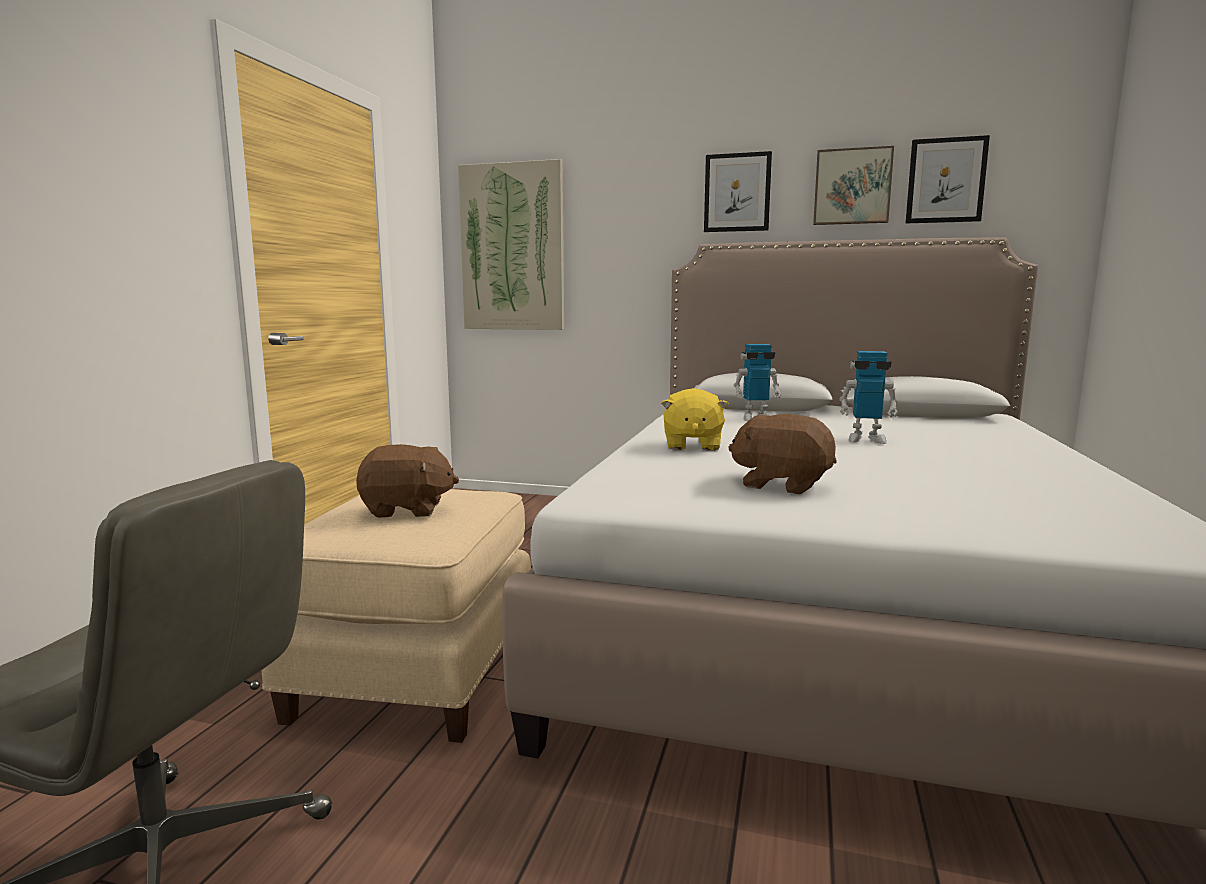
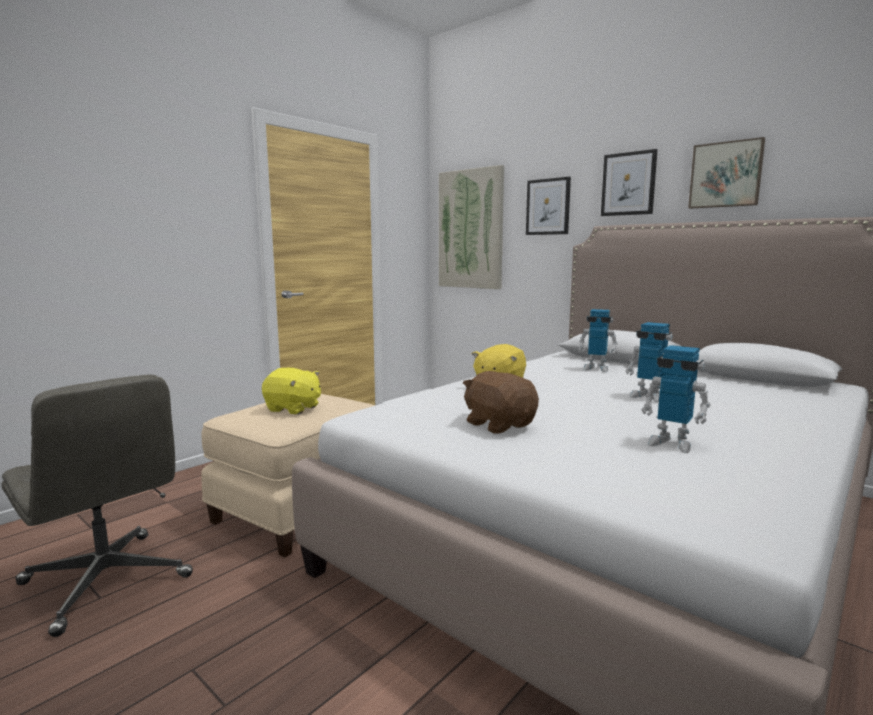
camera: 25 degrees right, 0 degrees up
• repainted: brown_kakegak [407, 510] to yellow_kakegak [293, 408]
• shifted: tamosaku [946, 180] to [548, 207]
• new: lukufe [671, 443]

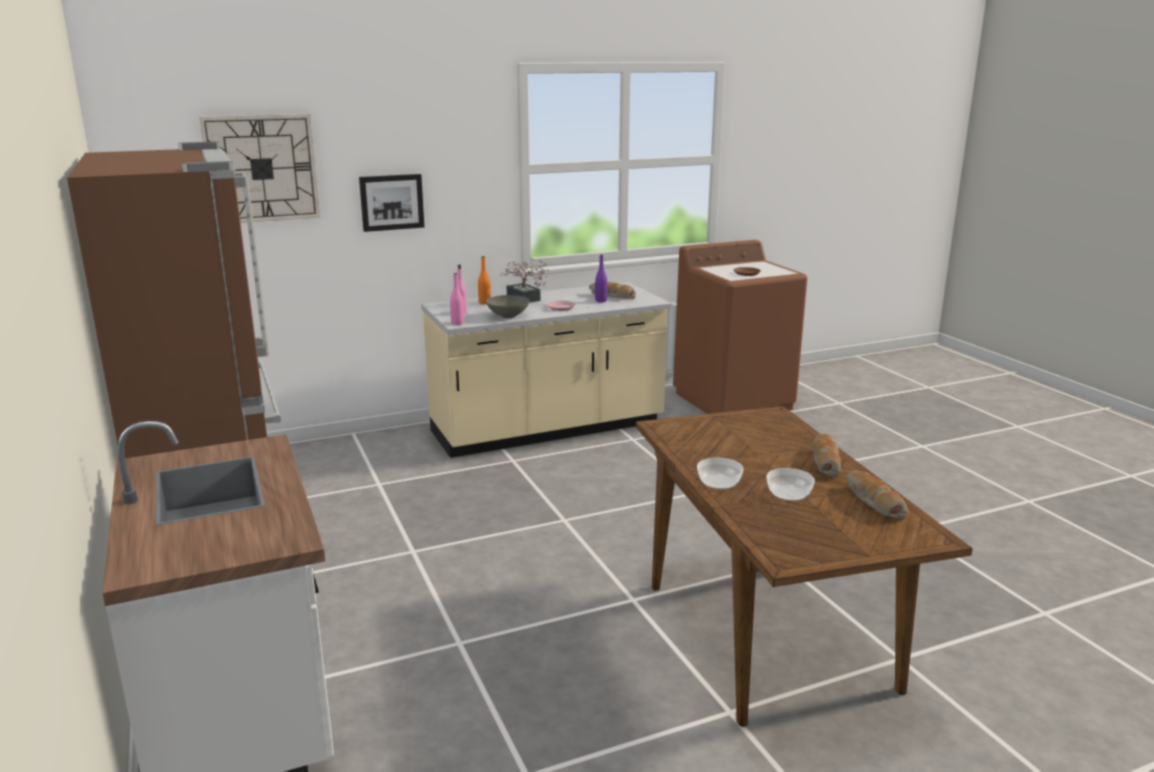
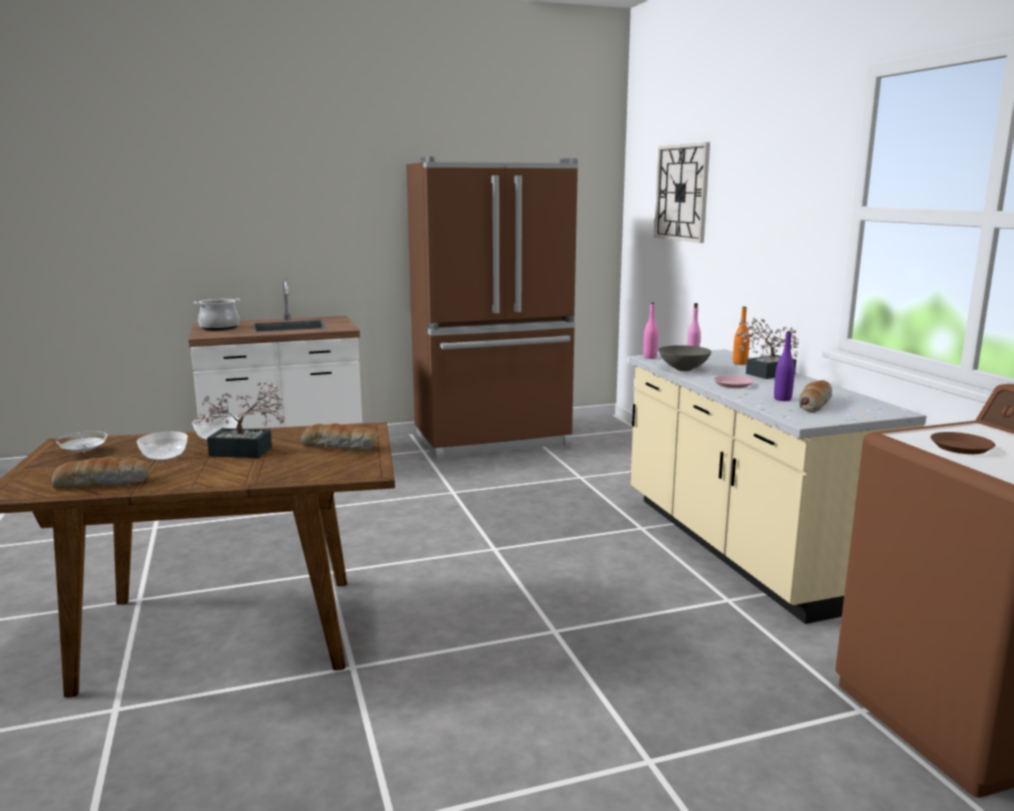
camera: 95 degrees right, 5 degrees down
• gone: tamosaku [391, 202]
• shifted: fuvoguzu [824, 462] to [341, 446]
• new: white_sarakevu [84, 452]
• new: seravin [219, 327]
• new: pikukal [247, 452]

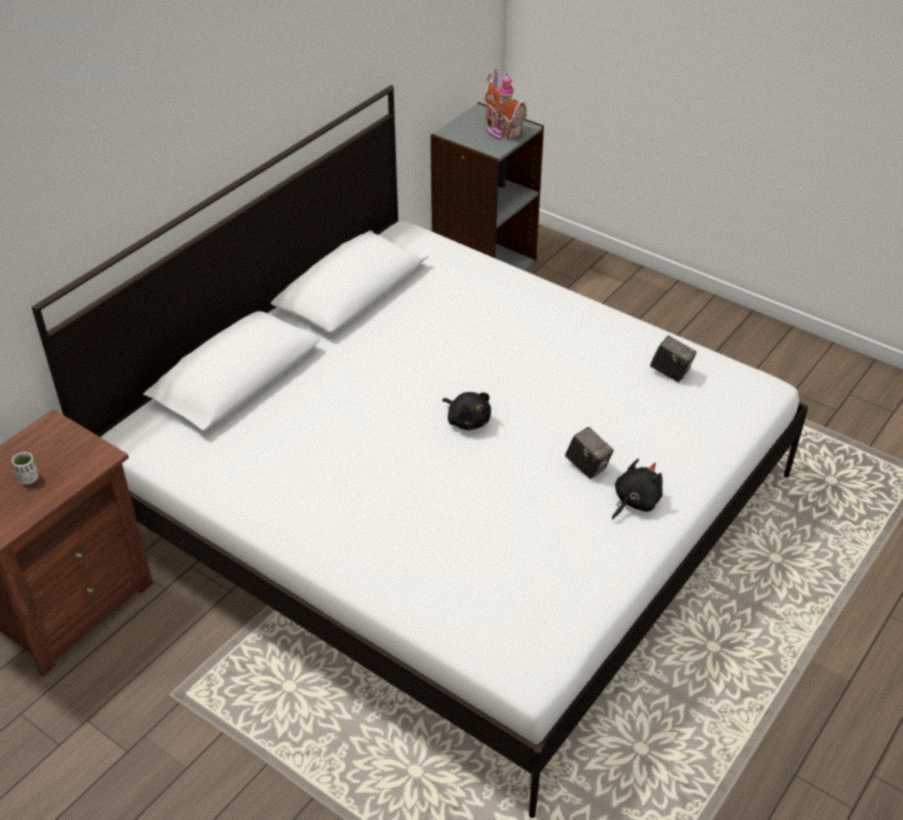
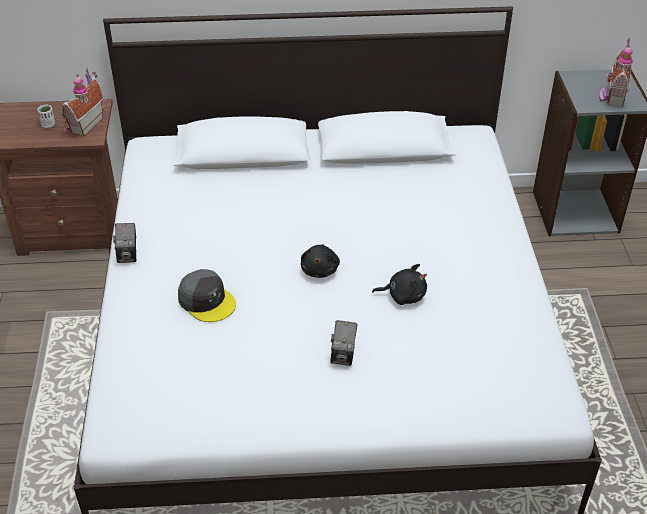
camera: 50 degrees right, 0 degrees up
• shifted: black_kakegak [634, 501] to [403, 295]
• shifted: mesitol [670, 372] to [128, 255]
• new: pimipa [83, 125]
• new: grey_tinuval [207, 301]

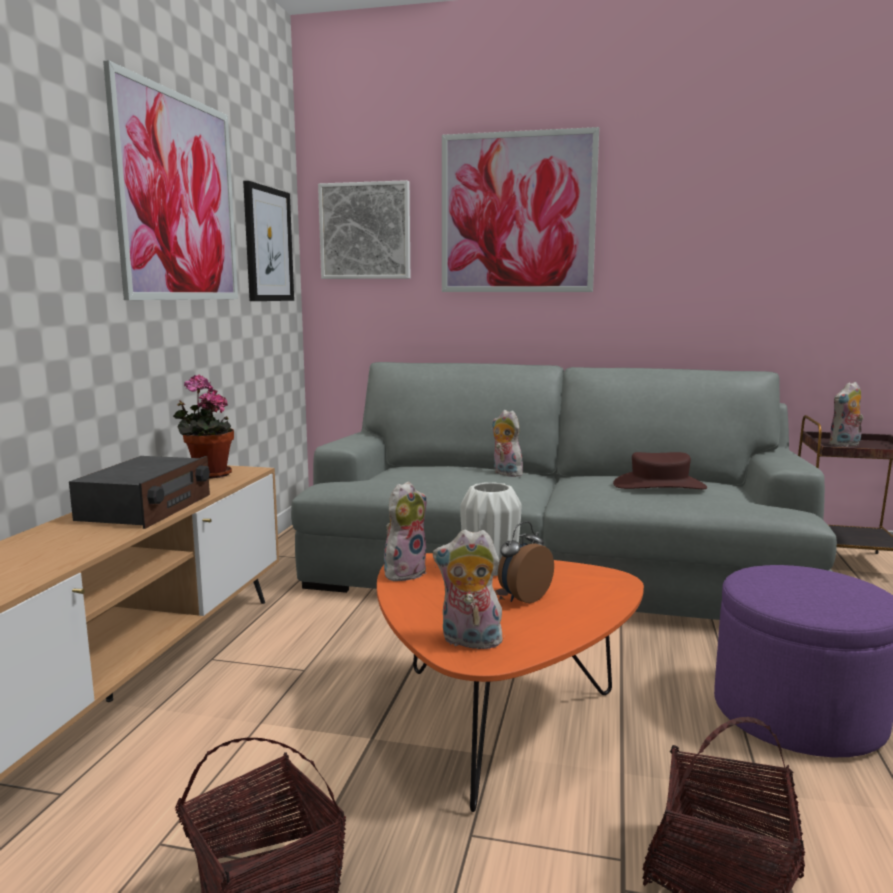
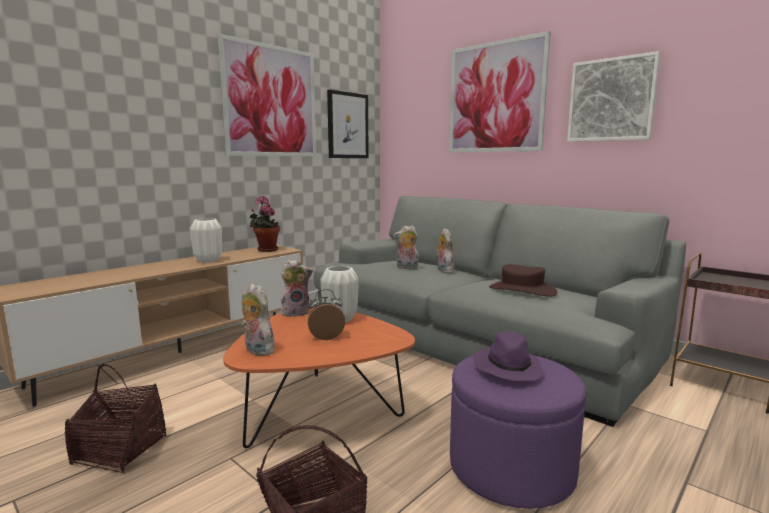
camera: 30 degrees right, 0 degrees up
• swapped: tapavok [146, 508] to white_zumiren [208, 260]
• shifted: tamosaku [365, 231] to [611, 100]
• shifted: kakegak [845, 445] to [406, 268]
• new: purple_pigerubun [507, 368]

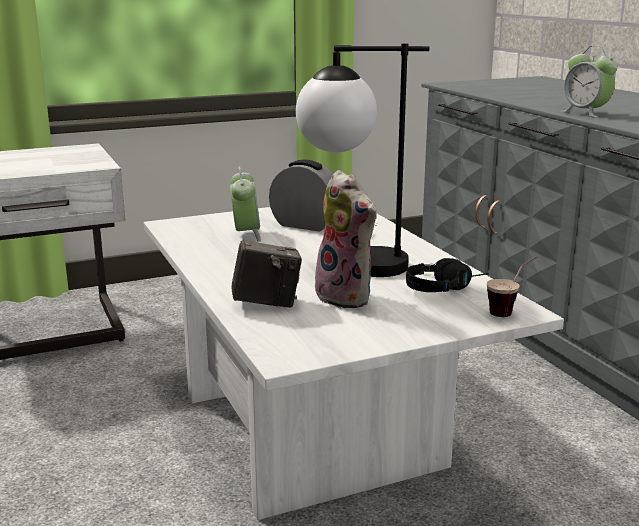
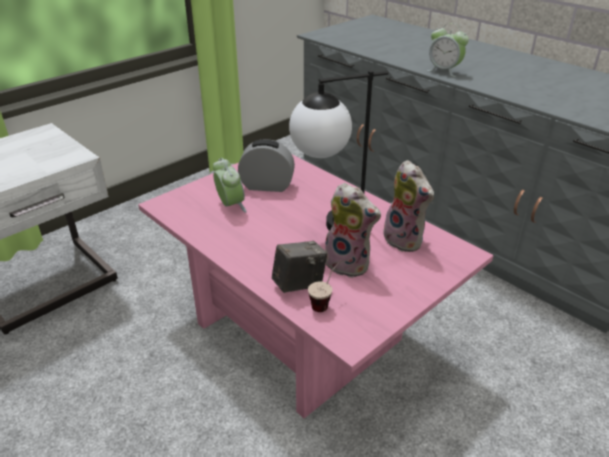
camera: 20 degrees left, 15 degrees up
• repainted: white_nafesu [319, 430] to pink_nafesu [304, 330]
• swapped: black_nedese [445, 288] to kakegak [406, 240]
• shifted: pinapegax [510, 311] to [325, 302]

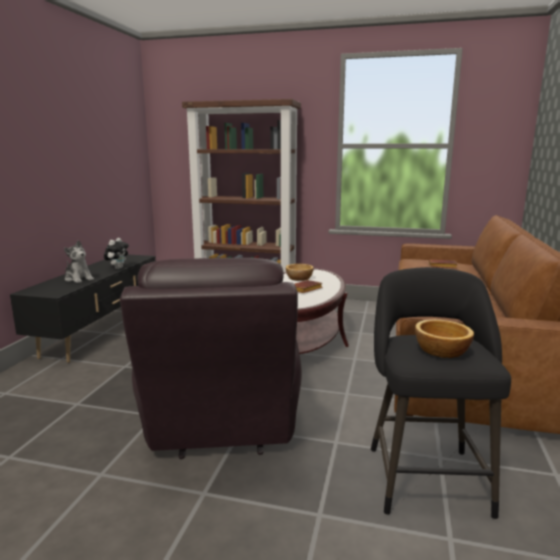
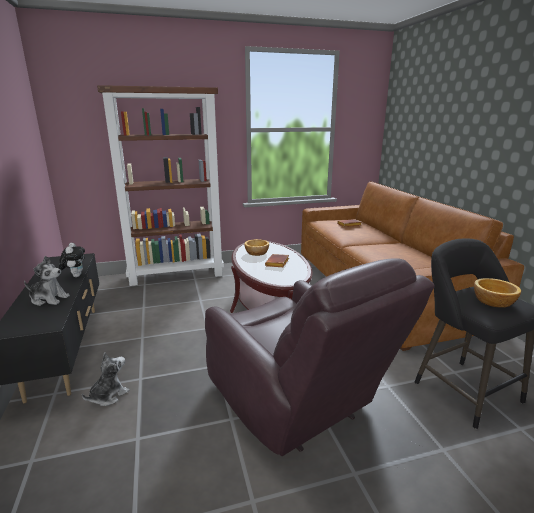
camera: 30 degrees left, 5 degrees up
• new: kakegak [108, 395]

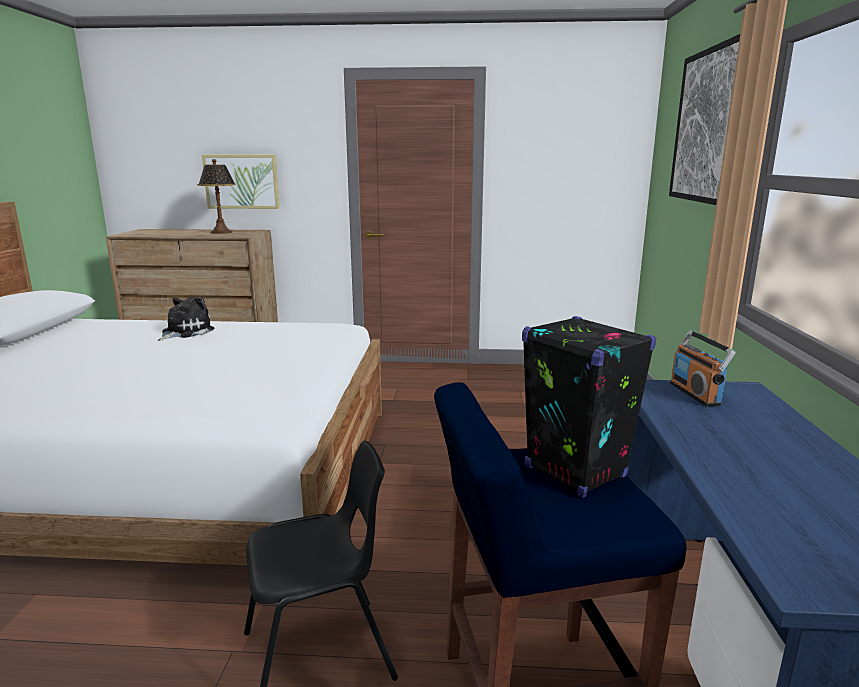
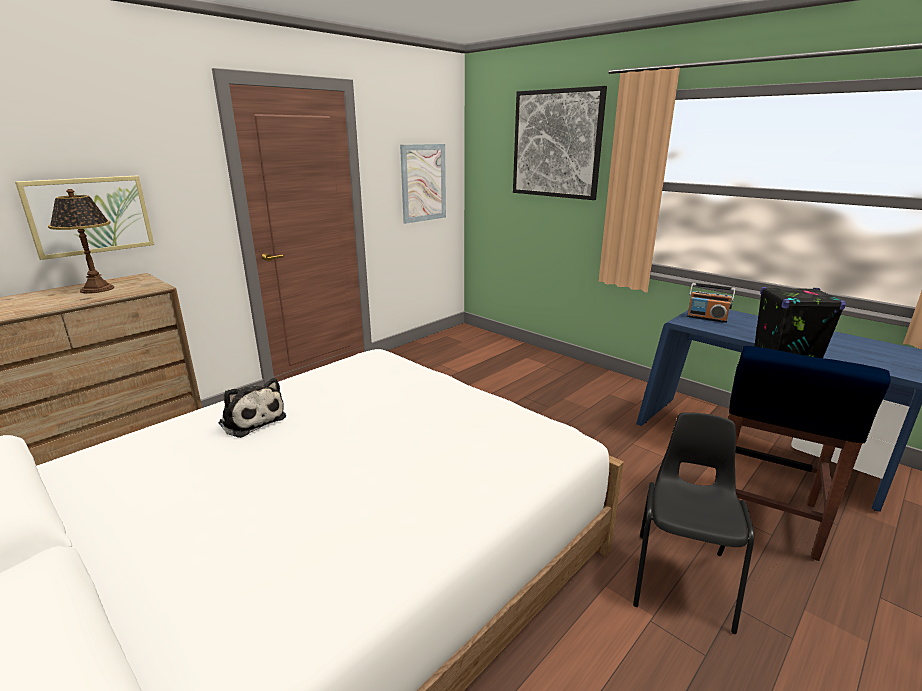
camera: 50 degrees left, 5 degrees up
• rotated: kakegak [185, 332] = [251, 420] 150 degrees clockwise
• new: tamosaku [423, 183]

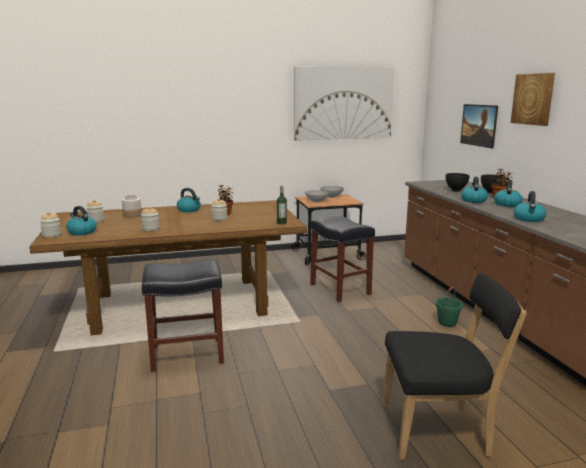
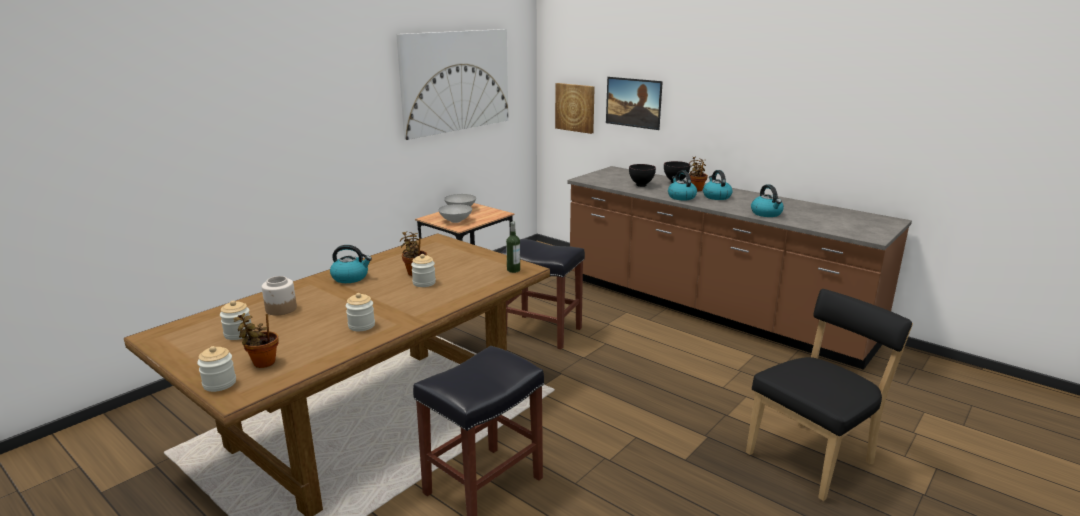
camera: 35 degrees left, 5 degrees up
• swapped: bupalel [81, 232] to pikukal [261, 362]
• gone: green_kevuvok [447, 322]
• shifted: tamosaku [533, 99] to [575, 107]

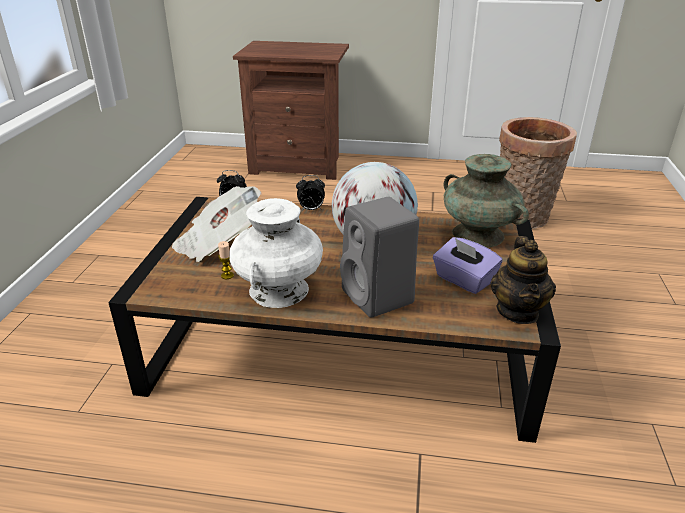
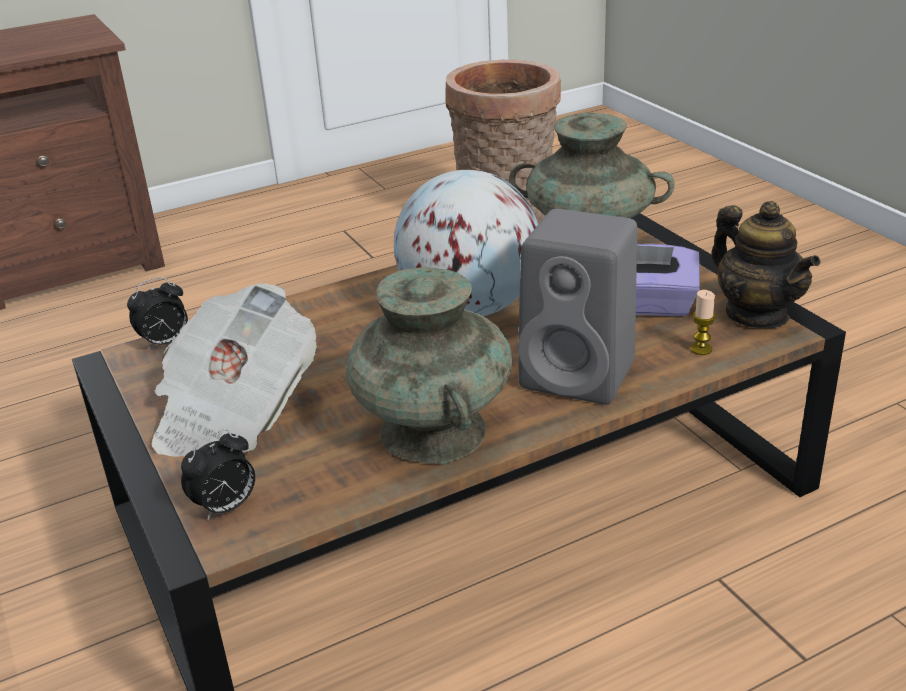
camera: 35 degrees left, 0 degrees up
• shifted: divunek [227, 275] to [701, 349]
• repainted: white_zumiren [279, 290] to turquoise_zumiren [433, 430]
• shifted: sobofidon [311, 209] to [226, 508]

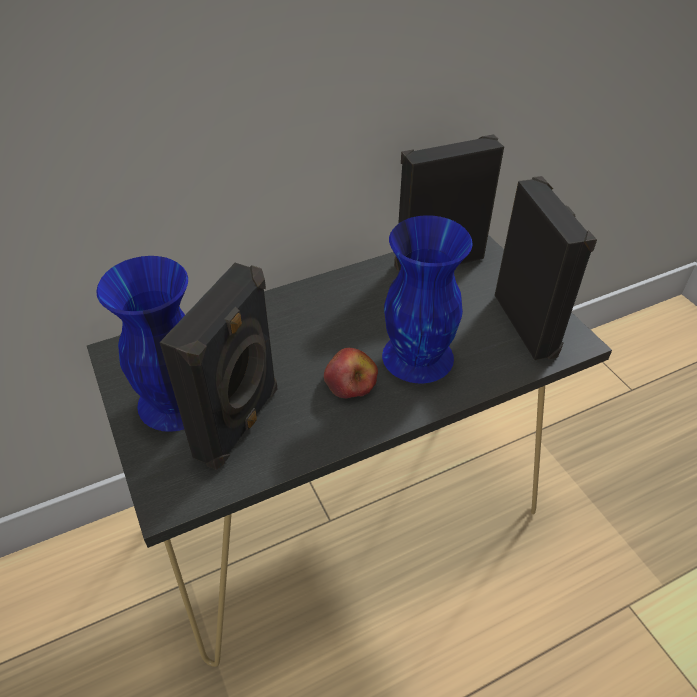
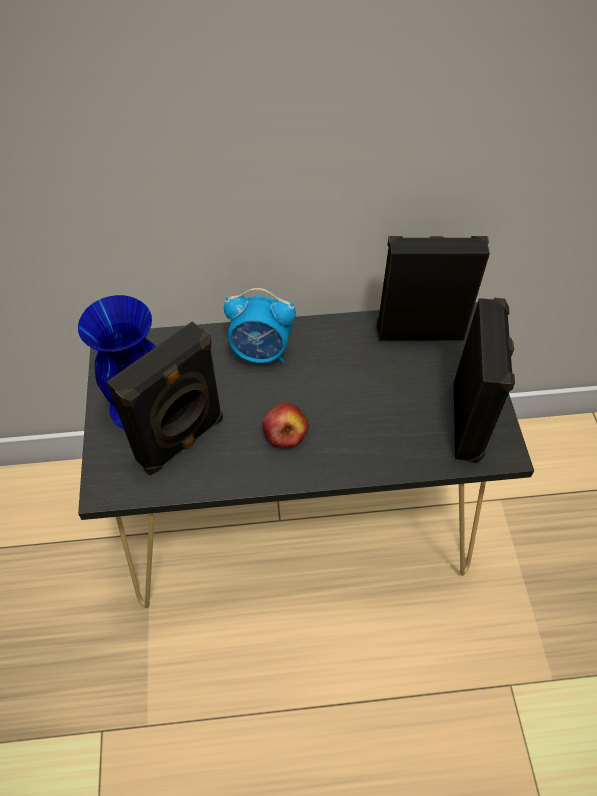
camera: 20 degrees right, 10 degrees up
• gone: blue_zumiren [418, 355]
• new: sobofidon [261, 352]

